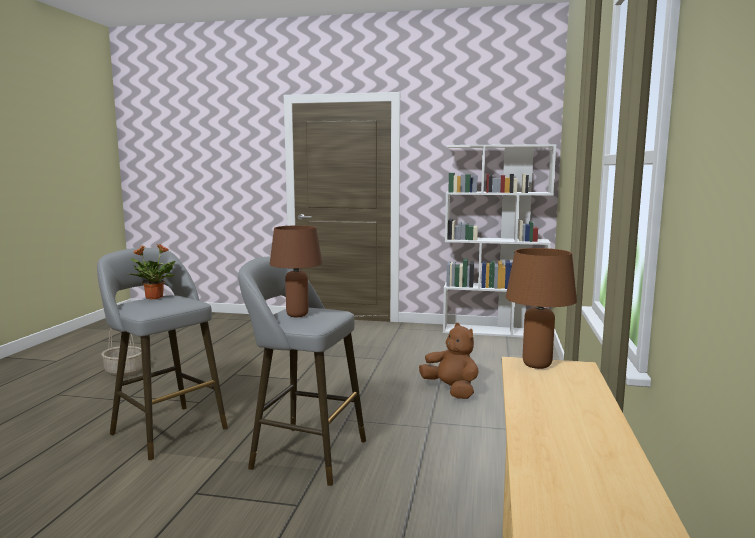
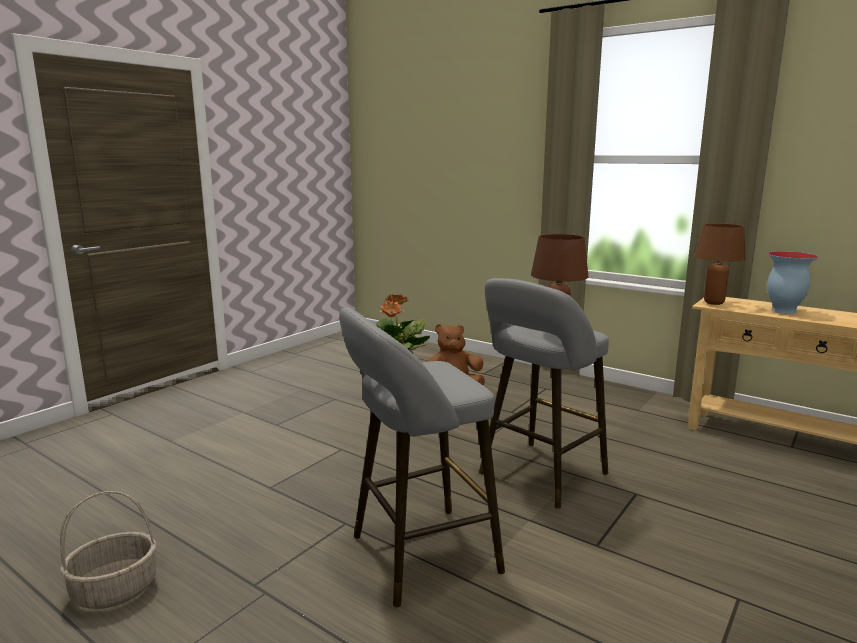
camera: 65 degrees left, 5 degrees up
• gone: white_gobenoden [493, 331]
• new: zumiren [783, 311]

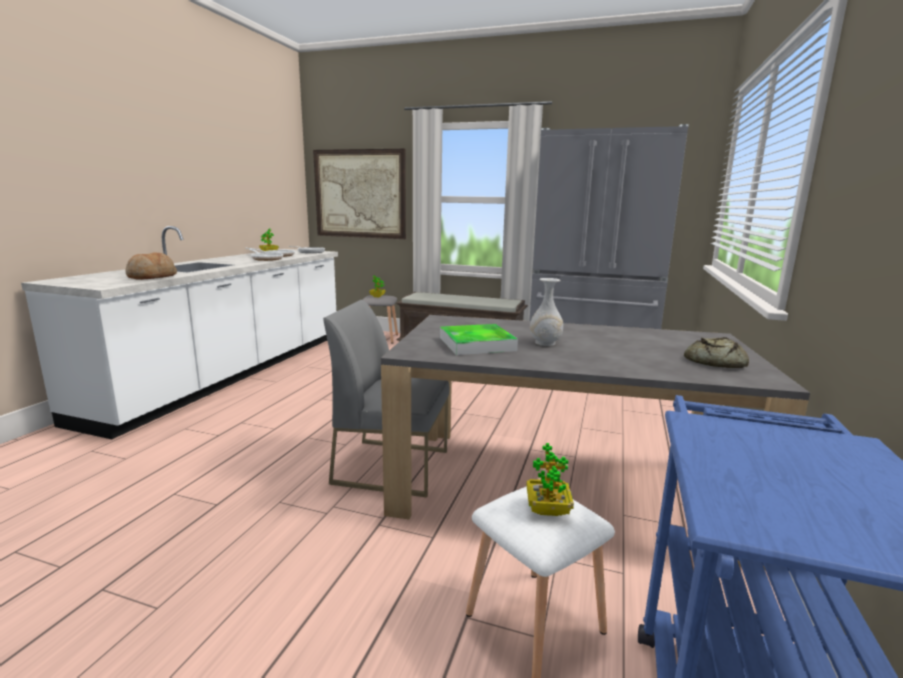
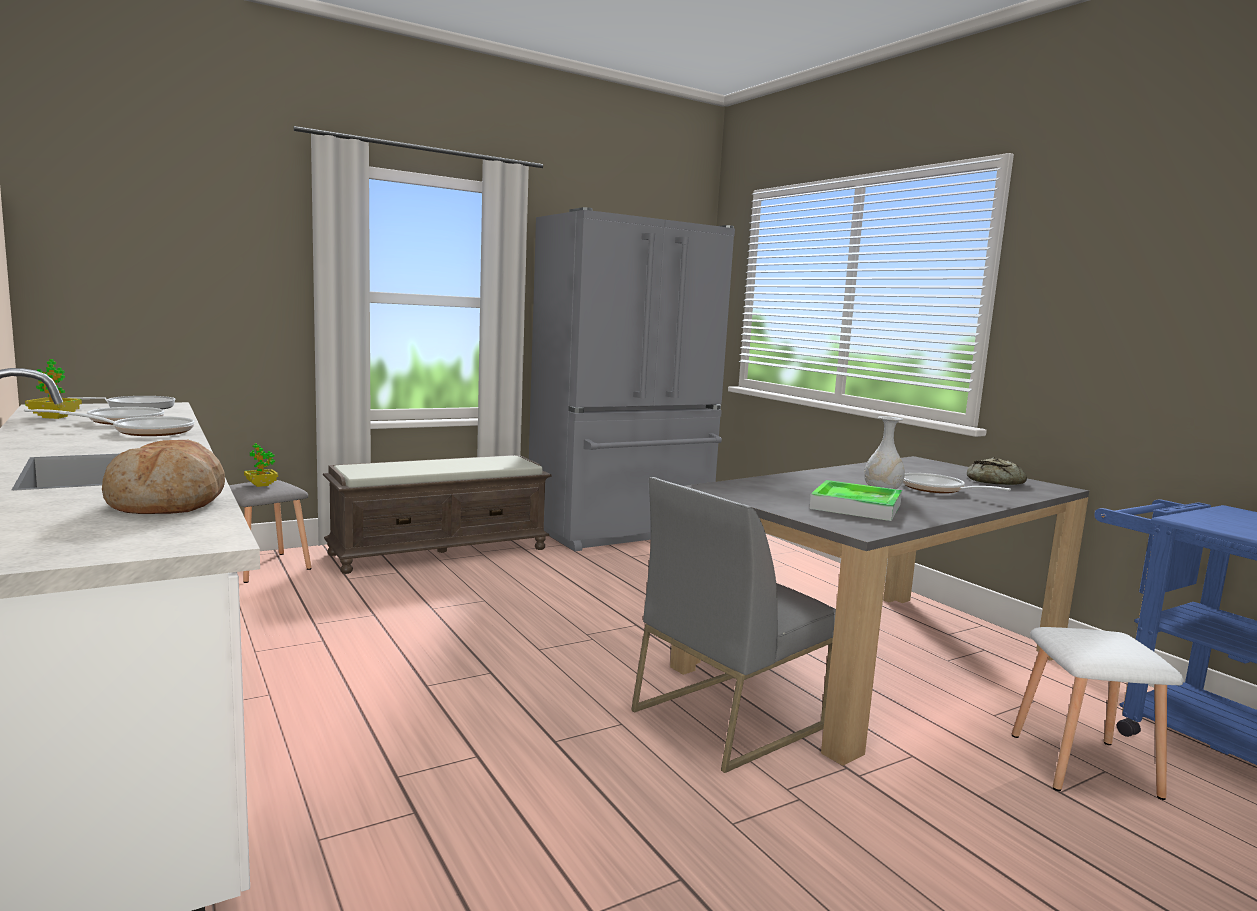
camera: 50 degrees left, 5 degrees down
• gone: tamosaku [359, 194]
• gone: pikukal [547, 510]
• new: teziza [937, 489]

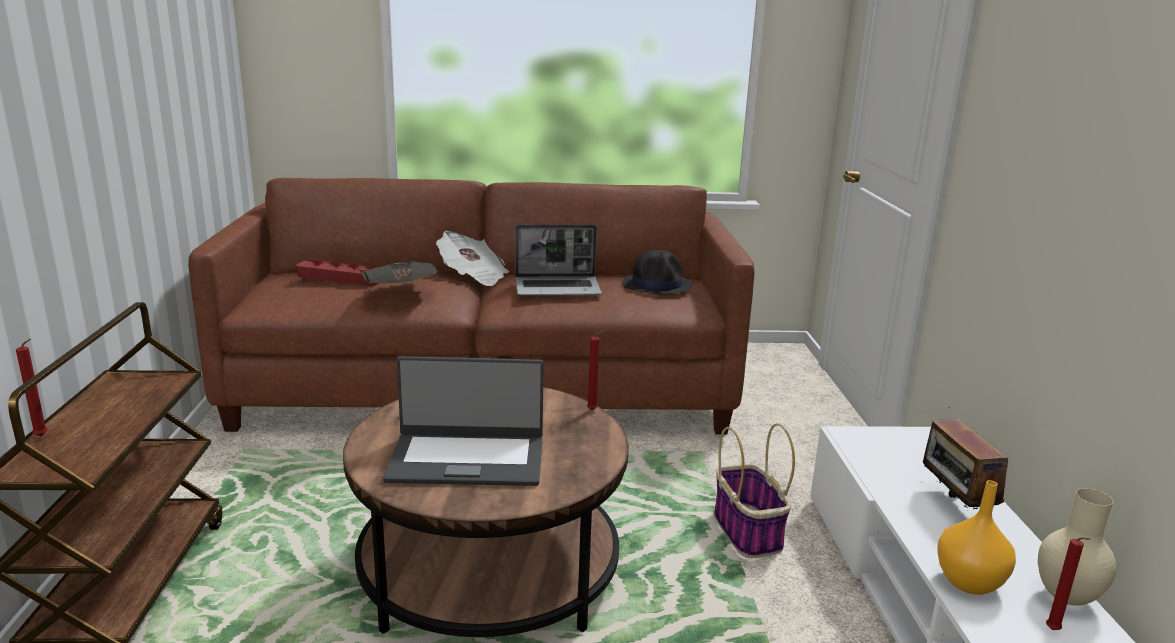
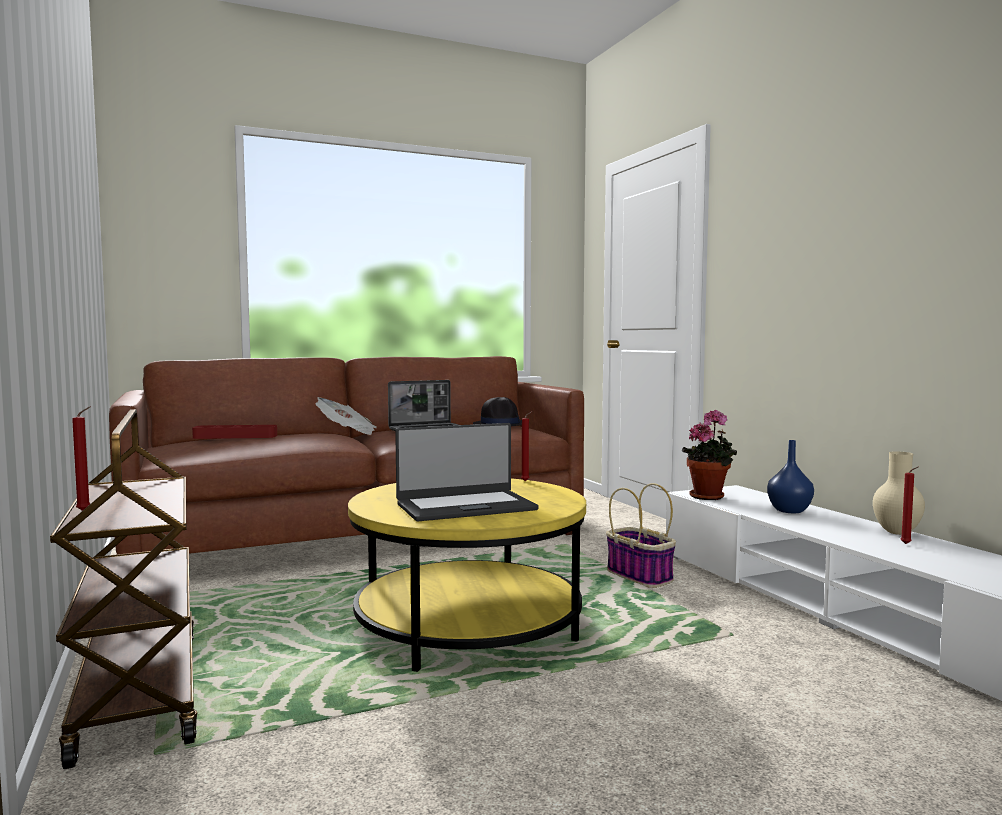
camera: 20 degrees left, 15 degrees down
• repainted: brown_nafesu [489, 569] to yellow_nafesu [468, 624]
• gone: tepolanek [401, 294]
• swapped: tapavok [954, 506] to blue_zumiren [790, 510]
• gone: orange_zumiren [968, 583]
• new: pikukal [709, 496]

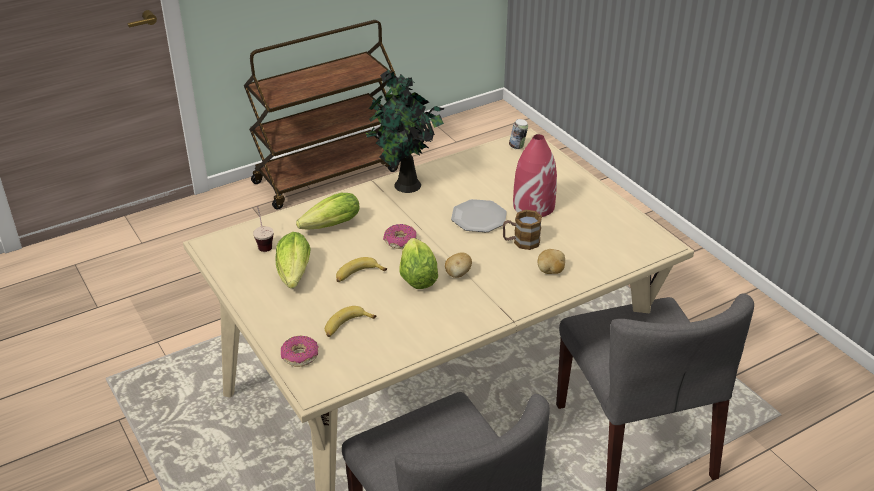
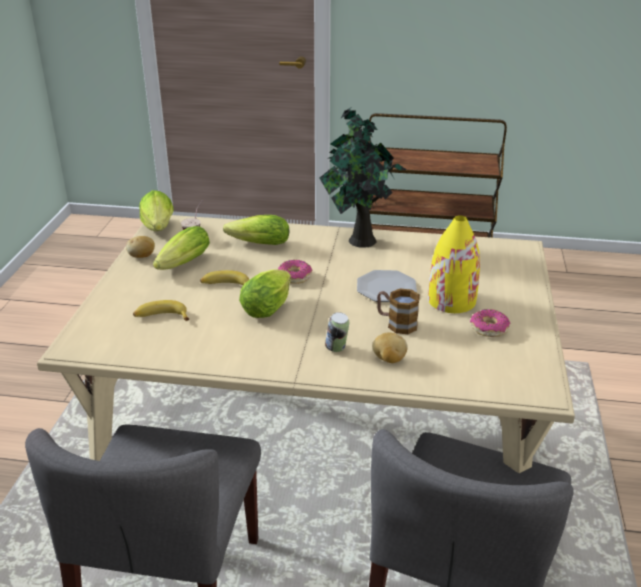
camera: 40 degrees right, 5 degrees down
• shifted: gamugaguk [300, 356] to [489, 328]
• shifted: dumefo [458, 274] to [142, 256]
• shifted: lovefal [517, 147] to [336, 348]
• repainted: red_zumiren [533, 206] to yellow_zumiren [451, 300]
• new: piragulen [158, 229]

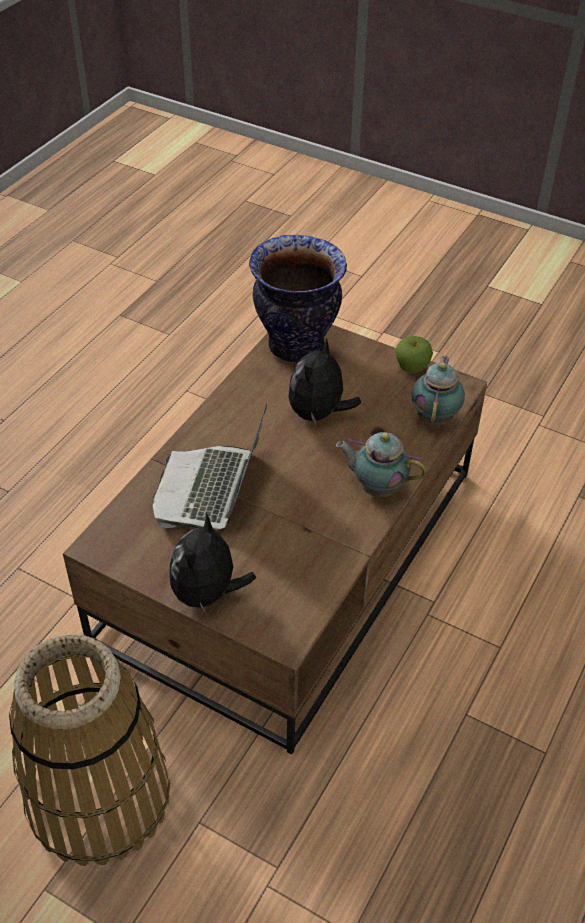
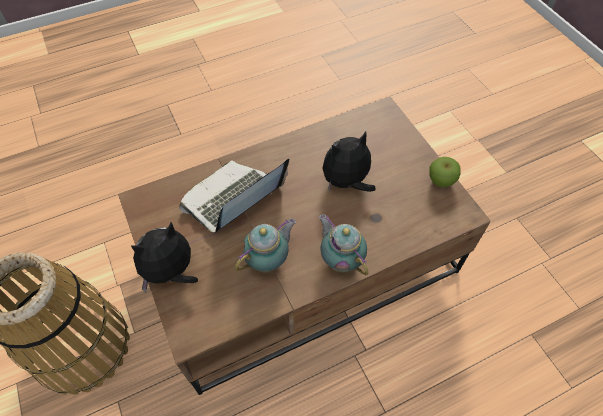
camera: 35 degrees right, 10 degrees up
• gone: zumiren [297, 346]
• shifted: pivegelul [435, 417] to [269, 260]

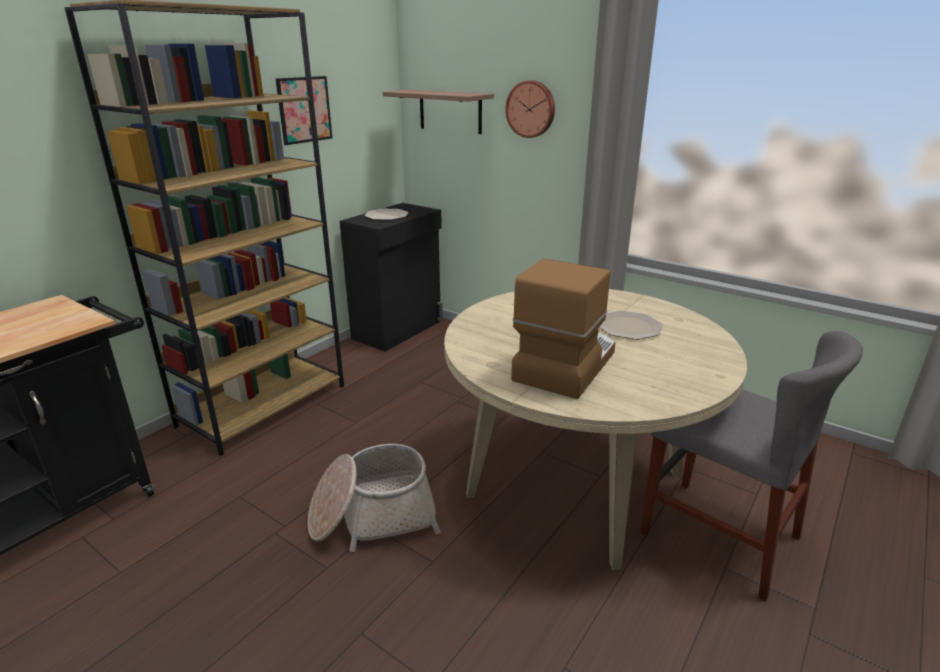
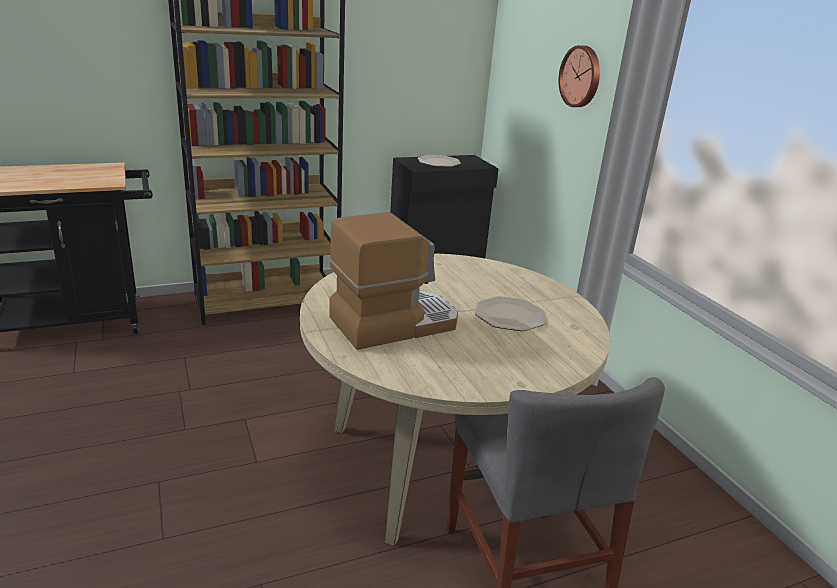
camera: 30 degrees right, 0 degrees up
• gone: tamosaku [304, 110]
• gone: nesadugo [372, 515]
• gone: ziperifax [450, 111]

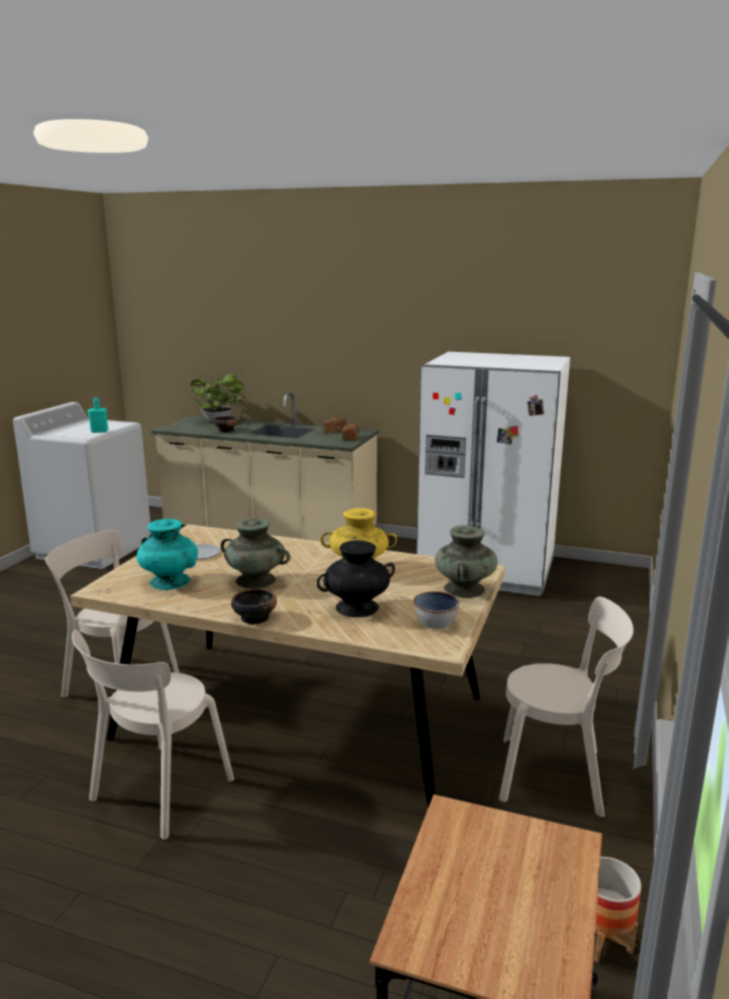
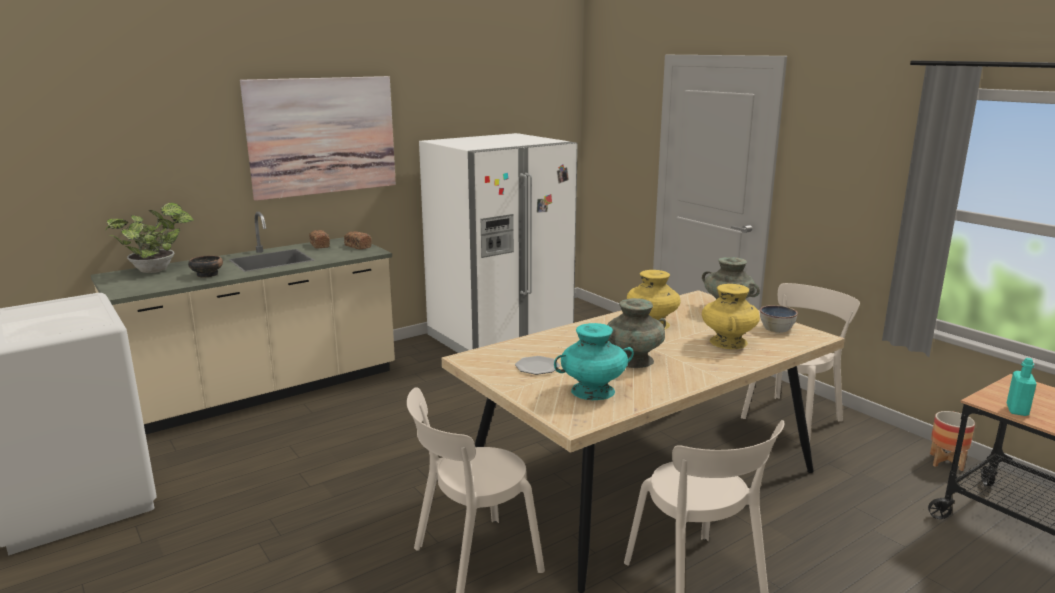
camera: 55 degrees left, 0 degrees up
• shifted: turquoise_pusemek [99, 431] to [1017, 410]
• gone: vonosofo [254, 618]
• repainted: black_zumiren [356, 608] to yellow_zumiren [728, 342]
• new: tamosaku [322, 136]

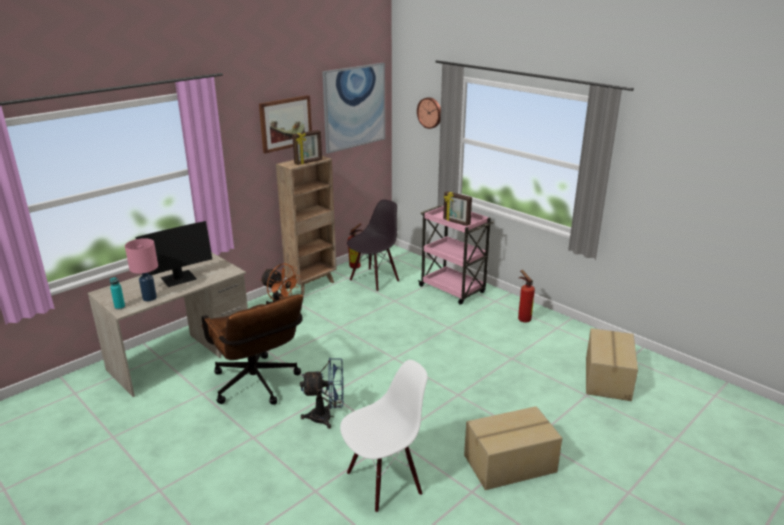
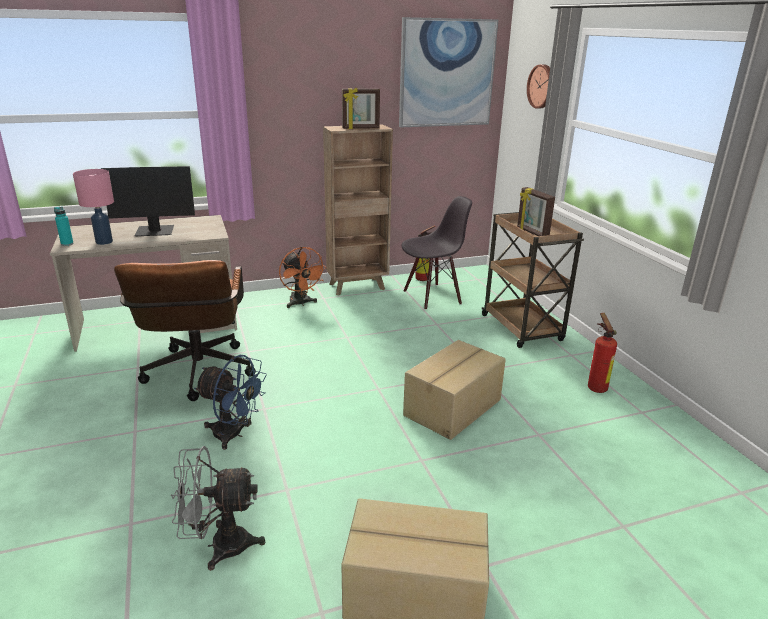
camera: 25 degrees right, 0 degrees up
• gone: tamosaku [285, 123]
• swapped: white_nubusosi [384, 482] to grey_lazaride [219, 546]
• repainted: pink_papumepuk [453, 290] to brown_papumepuk [522, 329]
• shifted: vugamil [608, 378] to [454, 408]

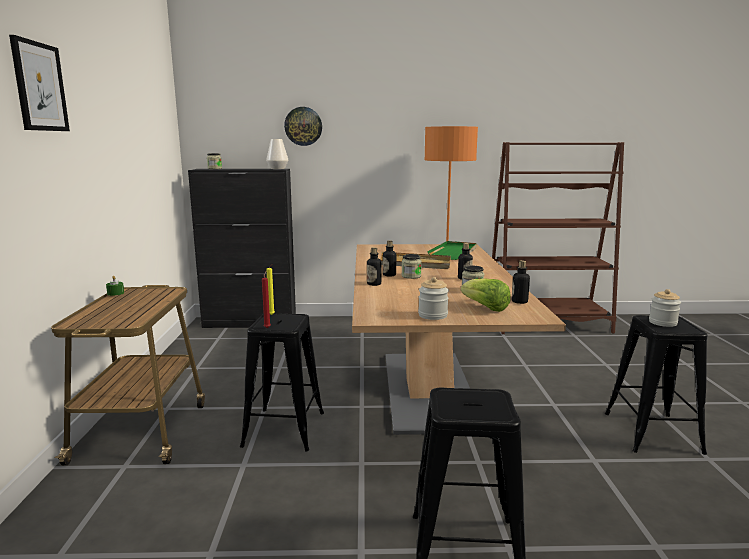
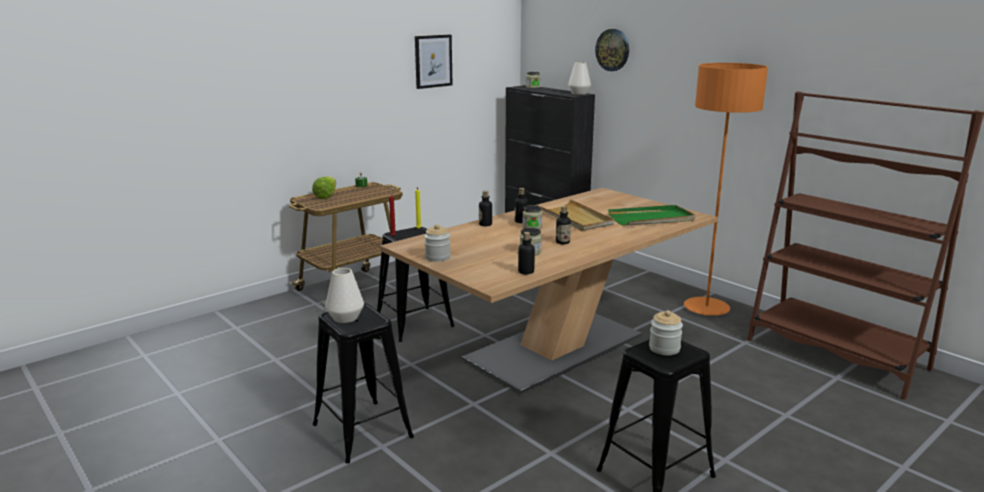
camera: 50 degrees right, 5 degrees up
• shifted: tamosaku [39, 87] to [433, 61]
• shifted: piragulen [485, 307] to [326, 196]
• new: white_zumiren [345, 317]

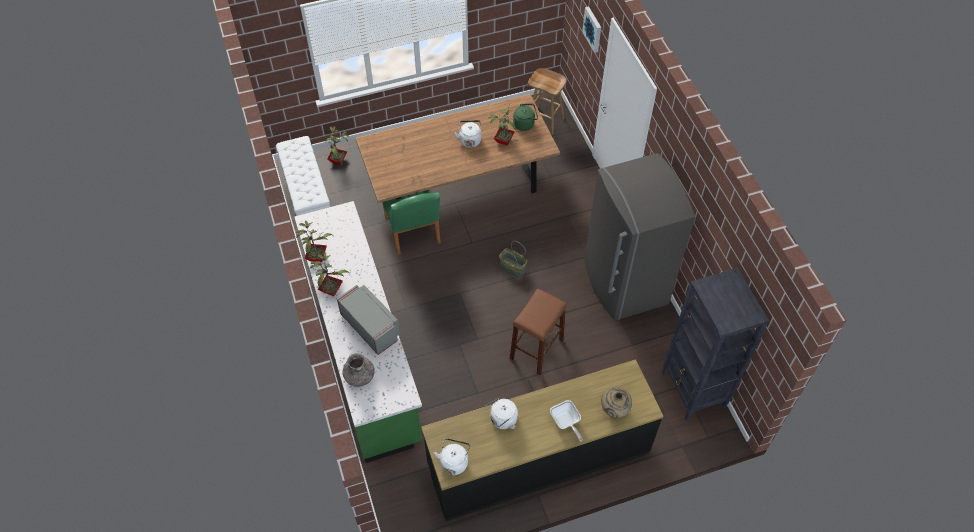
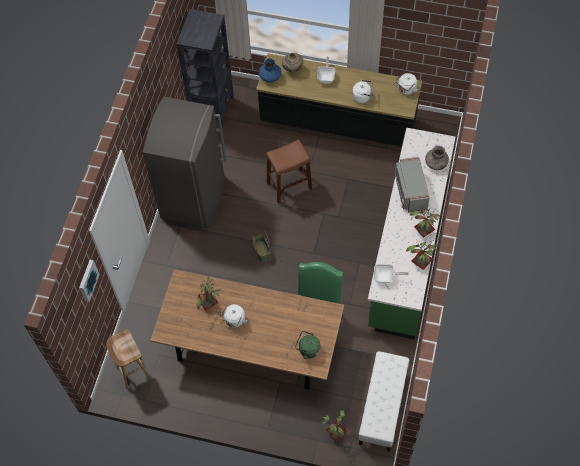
camera: 145 degrees left, 5 degrees up
• shifted: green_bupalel [525, 124] to [307, 349]
• new: blue_zumiren [270, 77]
• new: teziza [386, 277]

